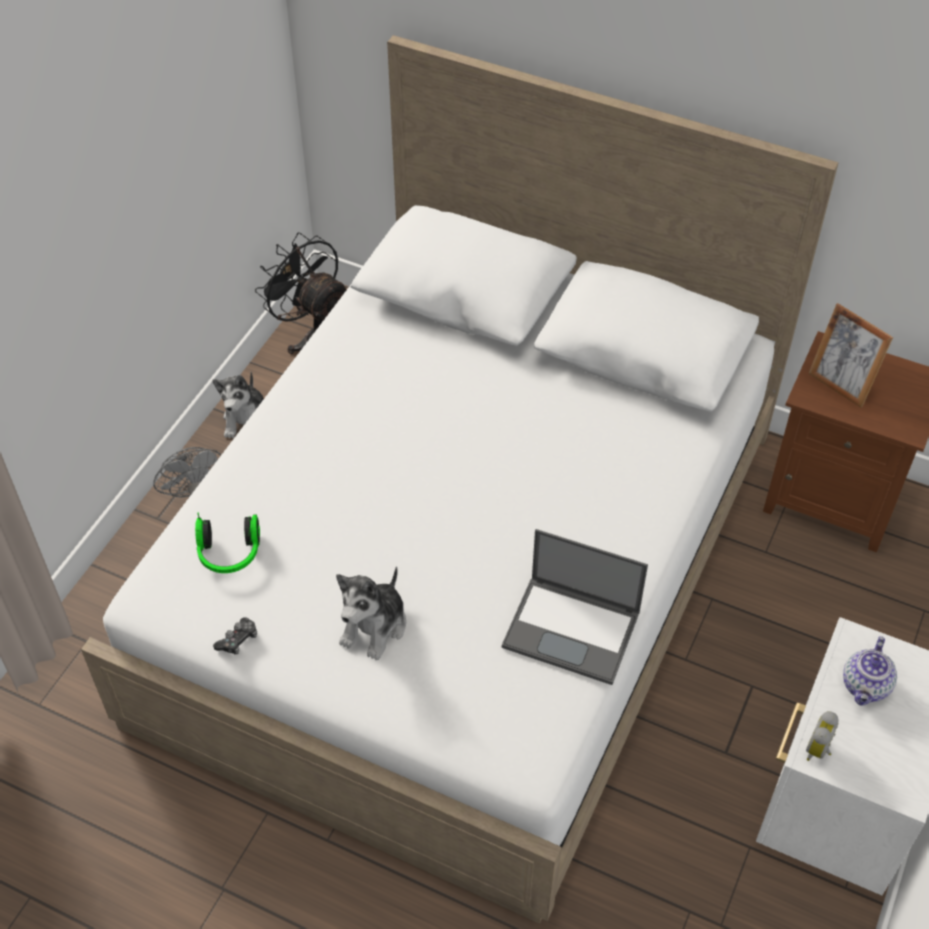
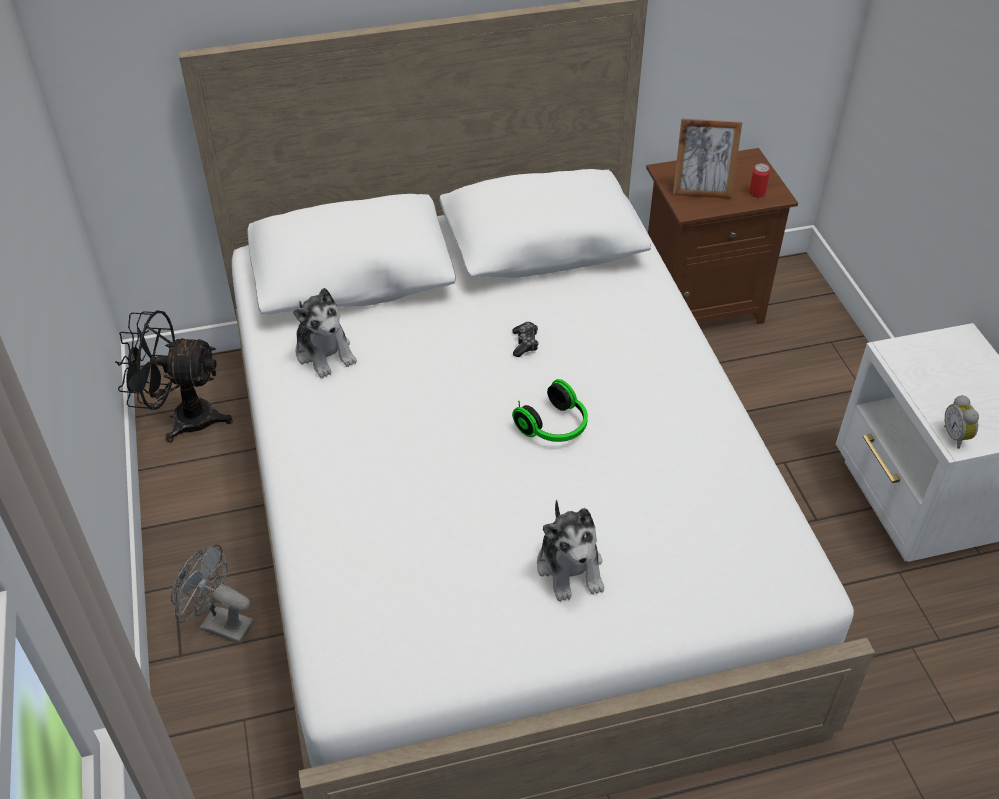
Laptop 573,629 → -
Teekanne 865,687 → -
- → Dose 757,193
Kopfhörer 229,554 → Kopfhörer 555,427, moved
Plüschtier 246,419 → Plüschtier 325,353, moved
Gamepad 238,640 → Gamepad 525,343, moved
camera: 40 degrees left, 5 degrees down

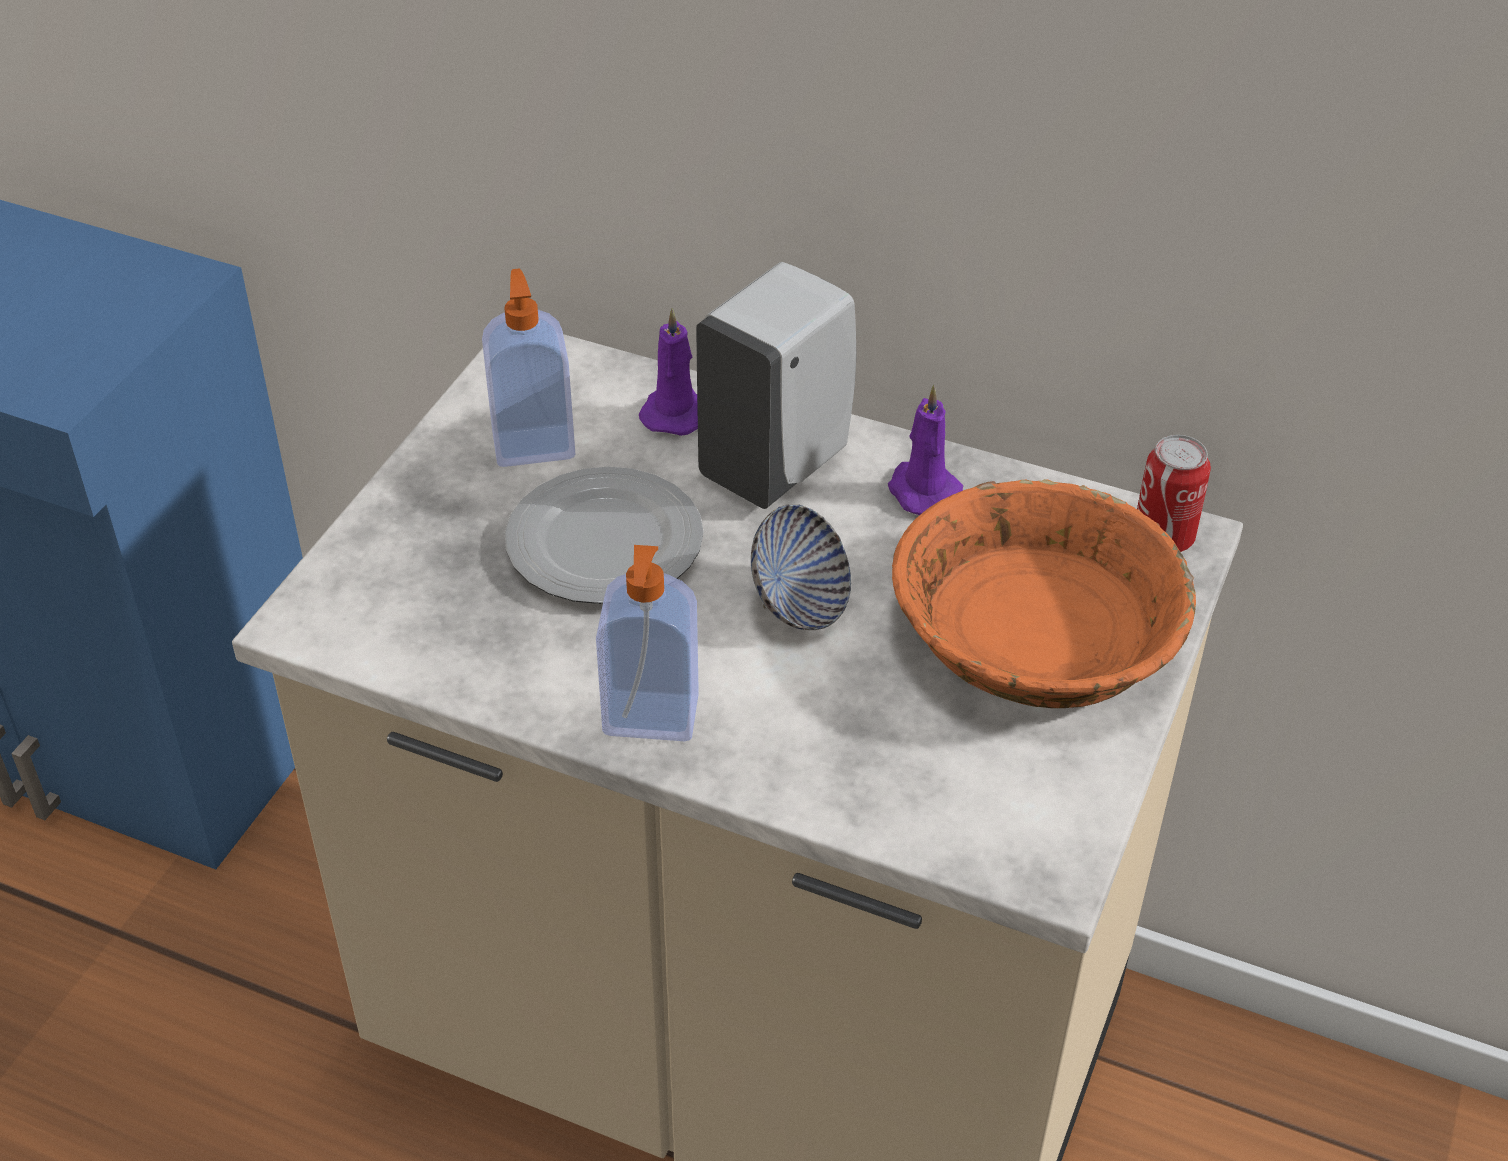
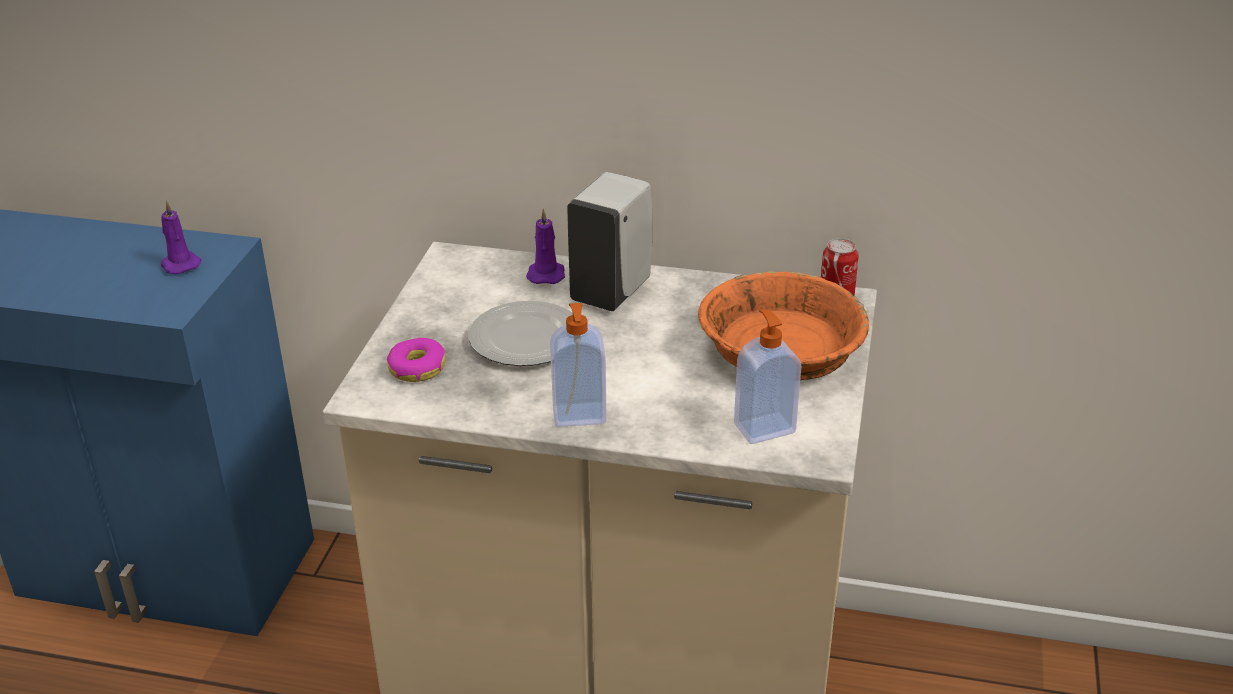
Schüssel 799,603 → -
- → Donut 416,368
Seifenspender 533,444 → Seifenspender 763,427, moved
Kerze/lila 922,490 → Kerze/lila 179,264, moved
camera: 10 degrees left, 10 degrees down

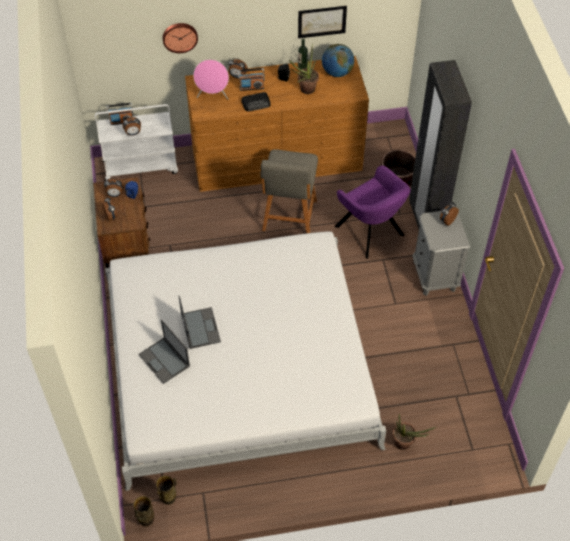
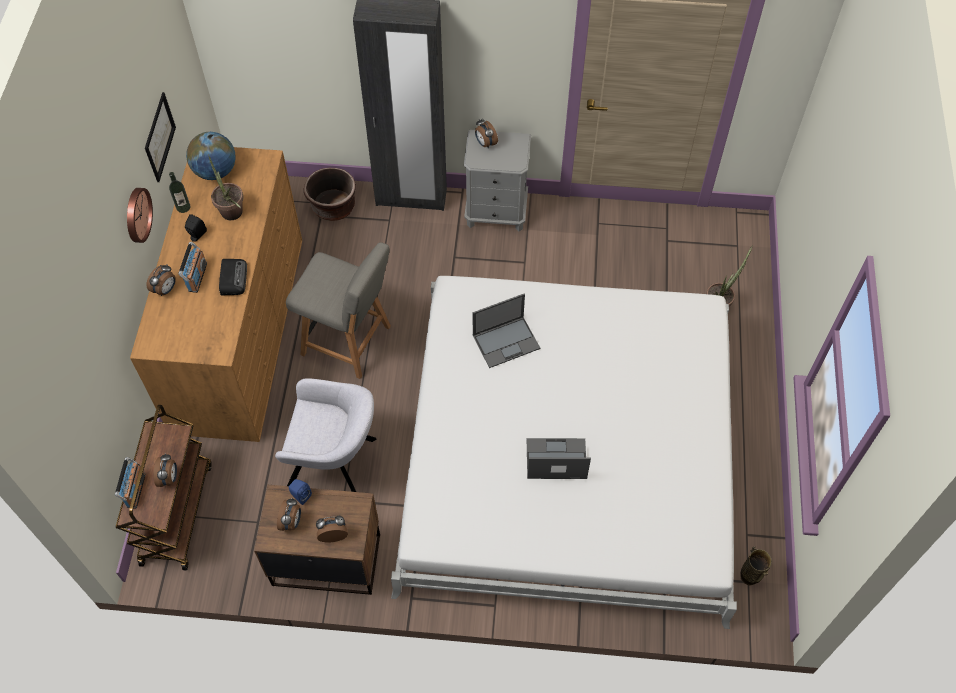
Vase 146,520 → -
Lautsprecher/rosa 213,96 → -
Sessel/lila 371,232 → -
- → Sessel/grau 336,464
Laptop 164,360 → Laptop 506,341, moved
Wanduhr 180,36 → Wanduhr 136,215, moved
Rollwagen/weiß 141,166 → Rollwagen/braun 176,512
camera: 75 degrees left, 5 degrees up

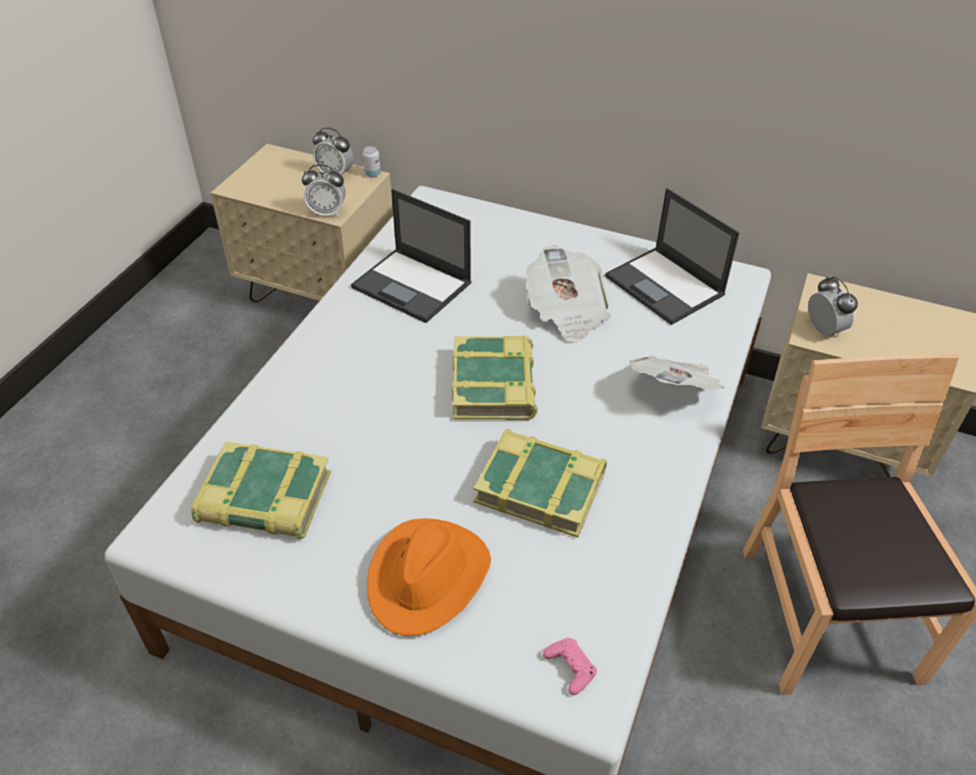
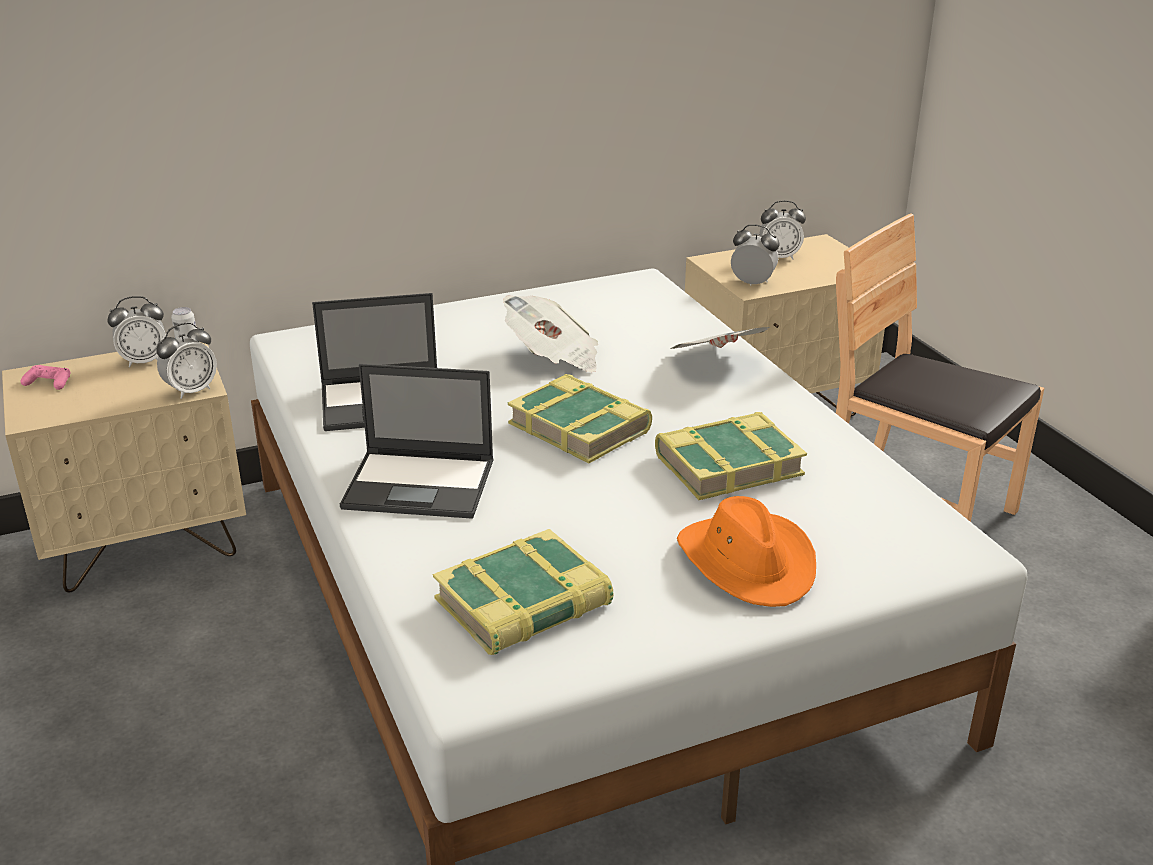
- → Wecker 779,257
Gamepad/rosa 570,668 → Gamepad/rosa 48,382, moved
Laptop 665,286 → Laptop 421,484, moved
camera: 45 degrees left, 15 degrees down

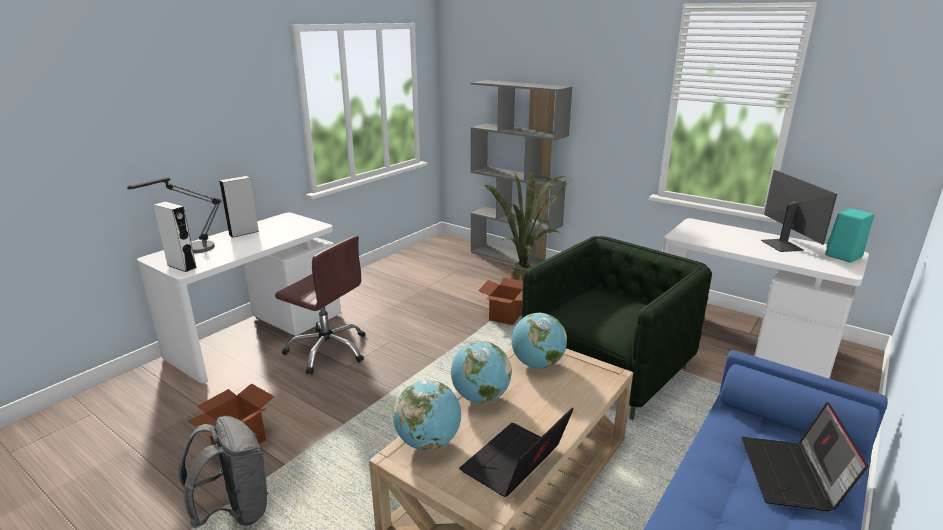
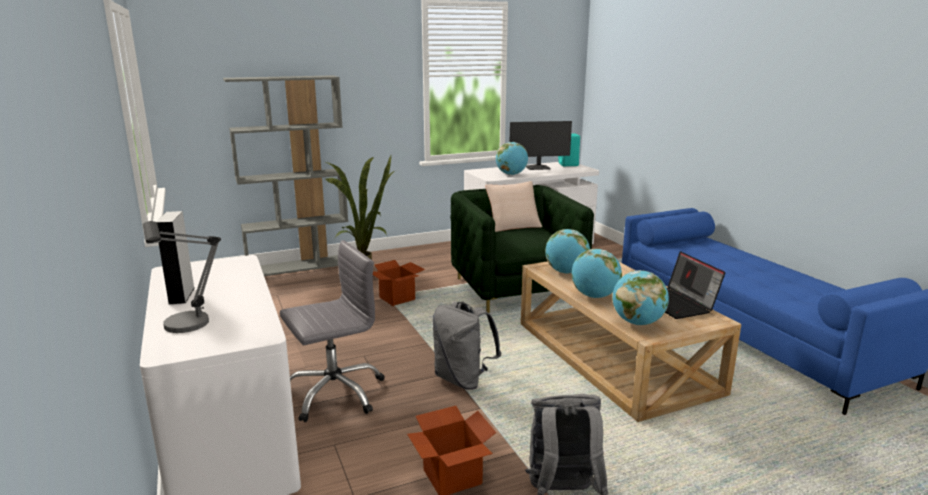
Lautsprecher/weiß 182,266 → -
Laptop 793,476 → -
- → Rucksack/grau 463,380
- → Kissen/beige 513,225
- → Globus 511,174
Bürostuhl/braun 328,350 → Bürostuhl/grau 334,393
Monitor 782,245 → Monitor 538,168, 150 degrees clockwise
camera: 60 degrees left, 5 degrees down

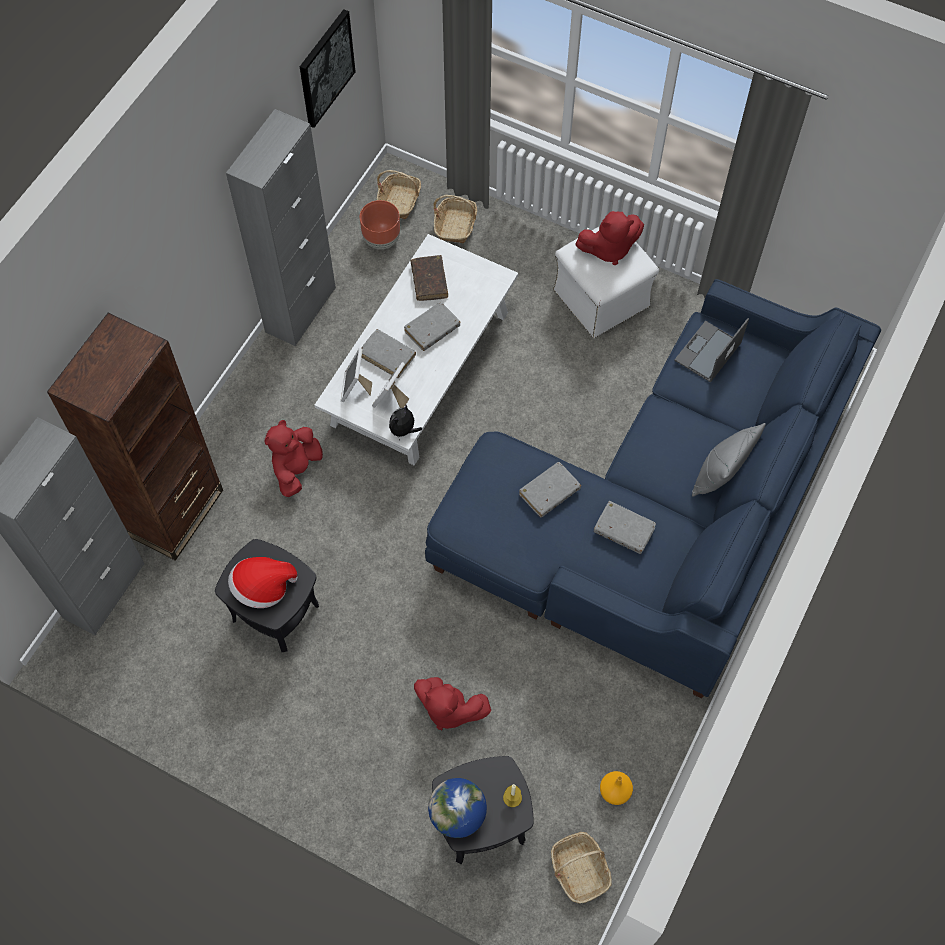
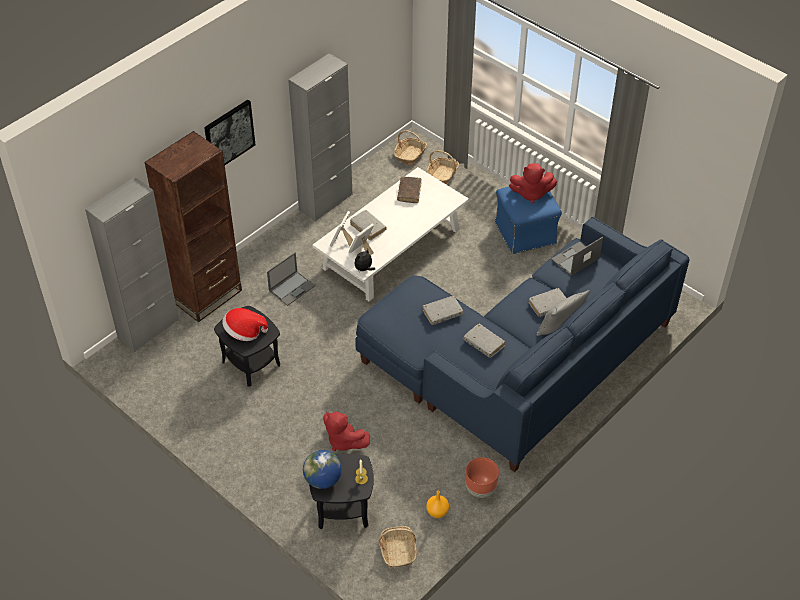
Bild 325,68 → Bild 229,135, moved
Pflanzkübel/braun 381,240 → Pflanzkübel/braun 480,490, moved
Buch/grau 432,329 → Buch/grau 548,305, moved
Plüschtier/rot 296,469 → Laptop 292,288
Polsterhocker/weiß 602,299 → Polsterhocker/blau 525,233
camera: 15 degrees right, 15 degrees down

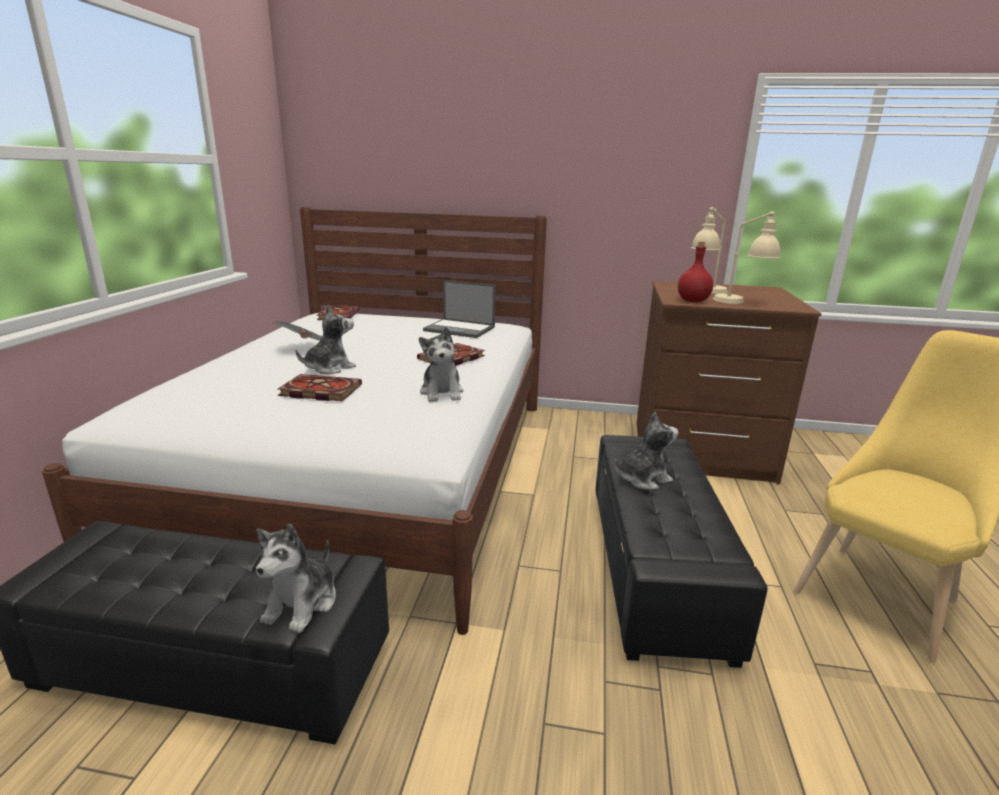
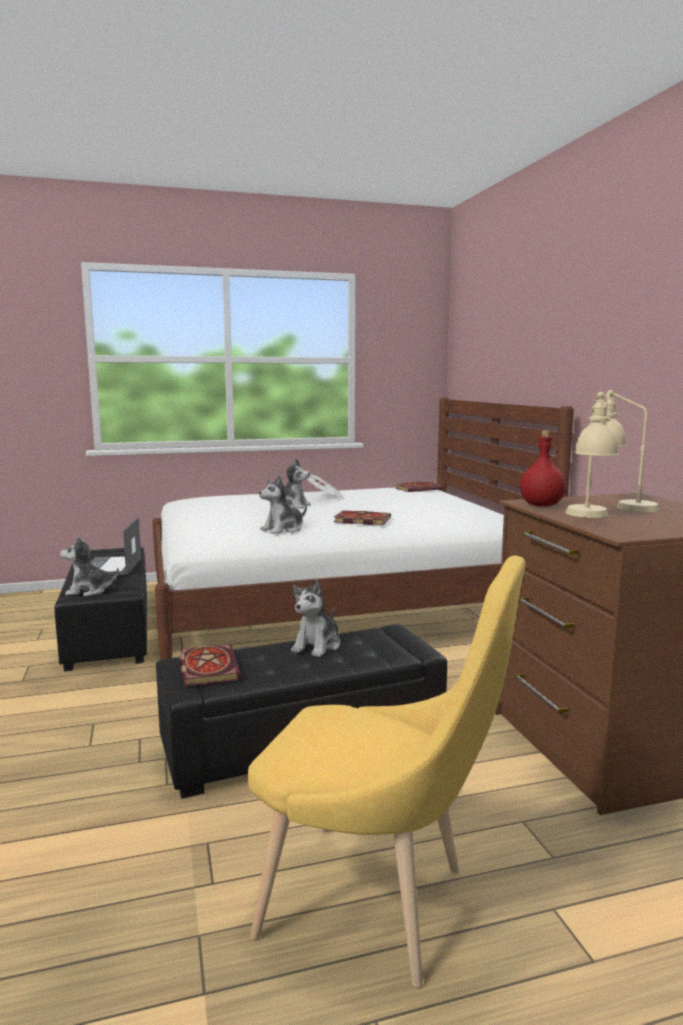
Buch 318,391 → Buch 207,667, moved
Laptop 460,329 → Laptop 111,567, moved
Plüschtier 643,479 → Plüschtier 317,646, 75 degrees clockwise
camera: 65 degrees right, 10 degrees down

